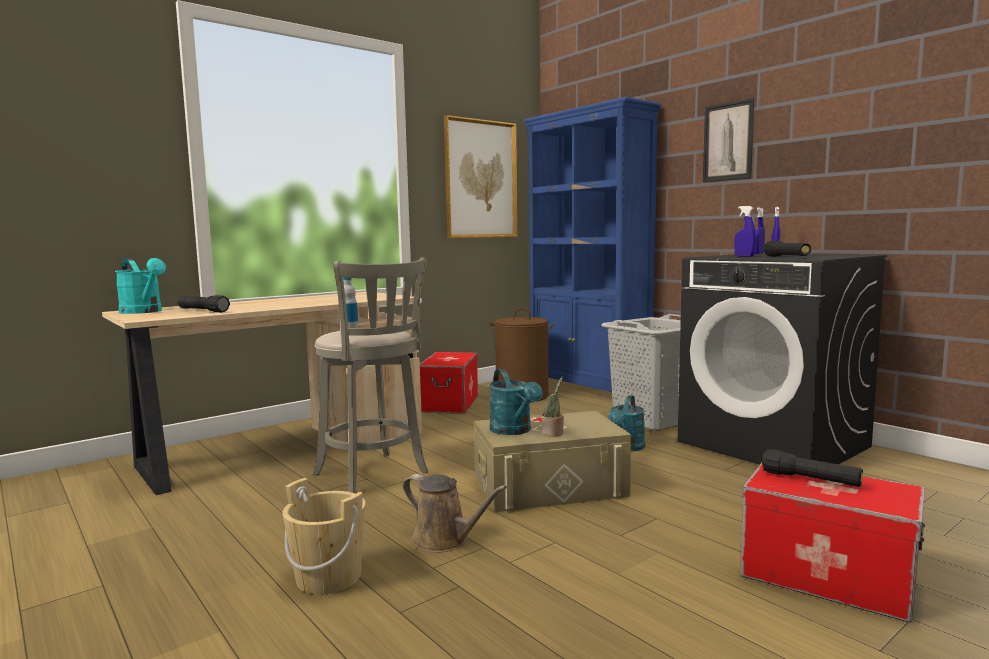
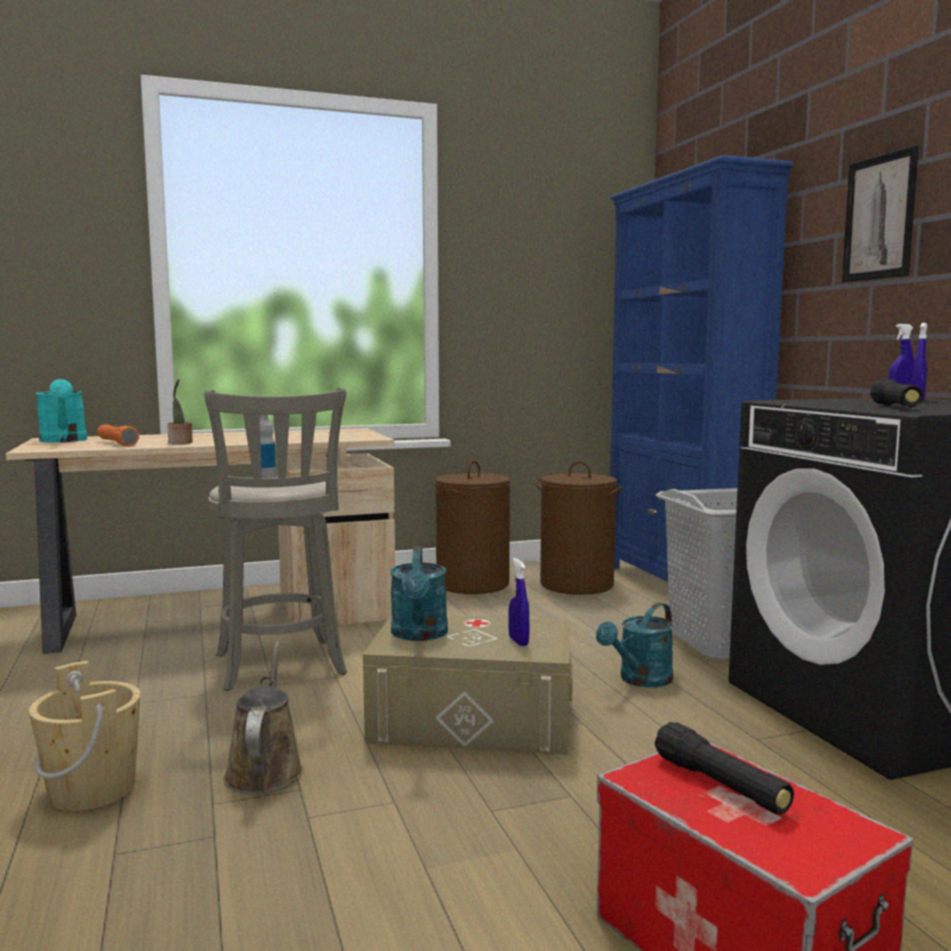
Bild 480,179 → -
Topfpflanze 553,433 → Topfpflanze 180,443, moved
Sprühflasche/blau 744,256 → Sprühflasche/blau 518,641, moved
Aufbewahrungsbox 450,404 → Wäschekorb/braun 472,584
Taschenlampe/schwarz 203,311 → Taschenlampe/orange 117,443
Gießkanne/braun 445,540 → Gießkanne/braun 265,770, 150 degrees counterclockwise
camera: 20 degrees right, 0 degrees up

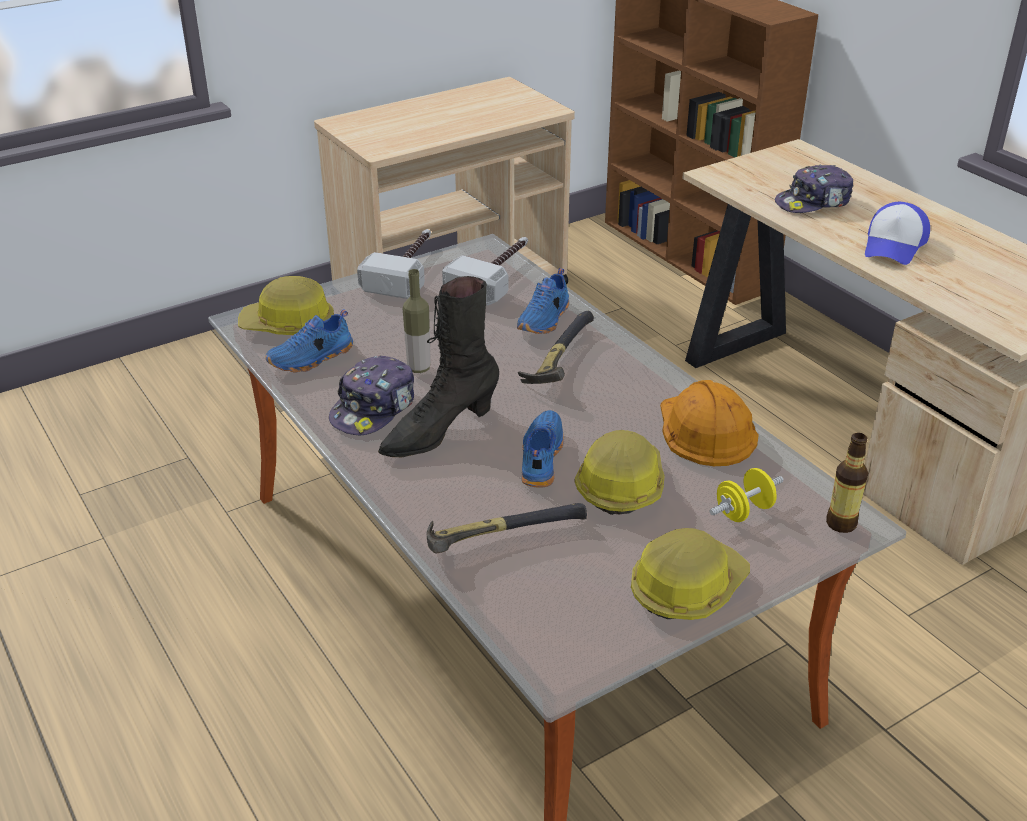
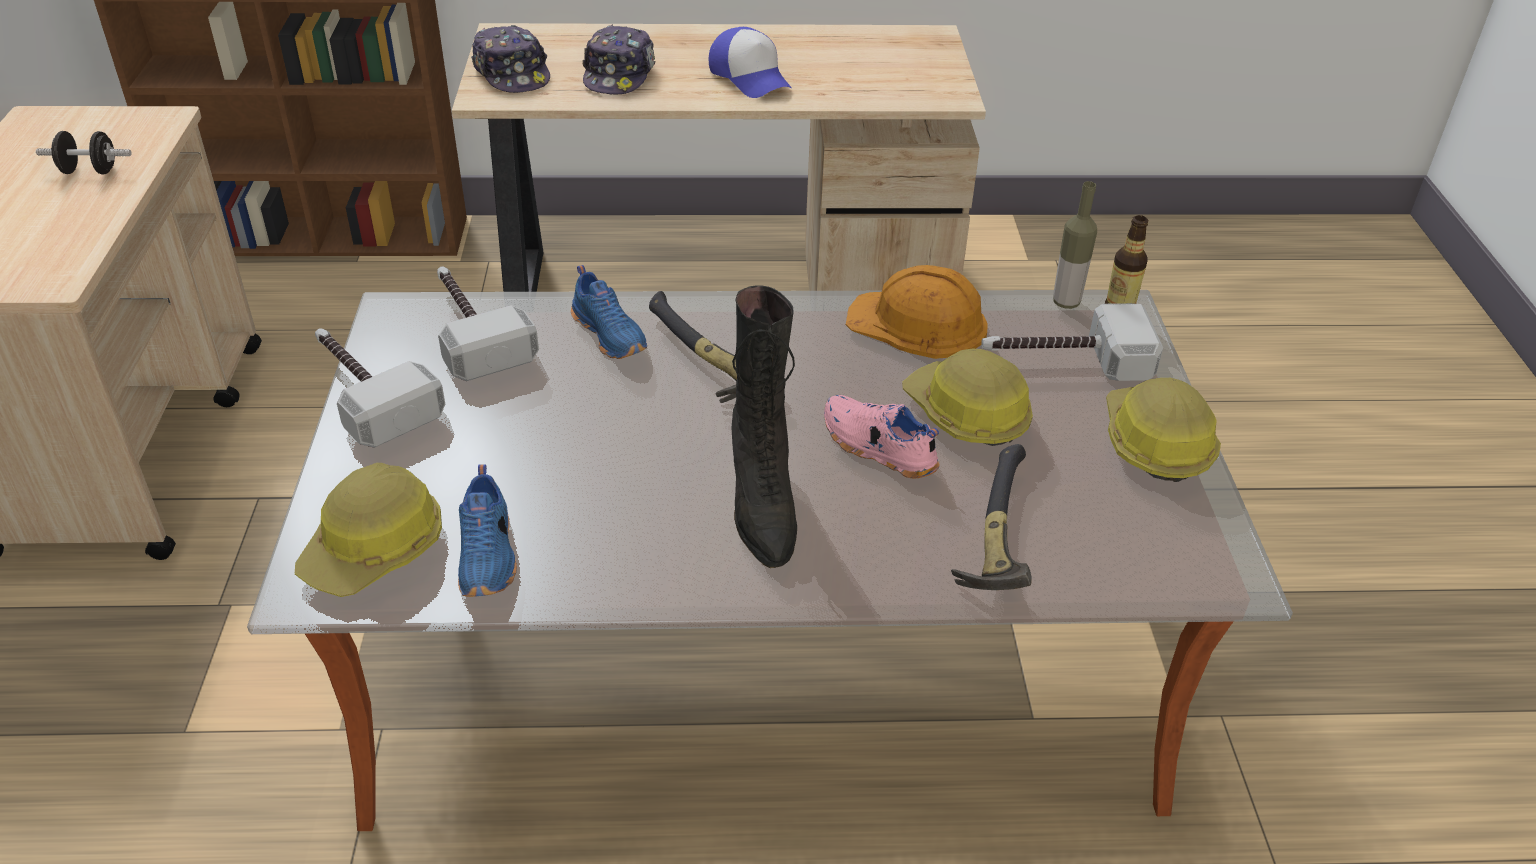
- → Hantel/schwarz 90,171
Kappe 374,408 → Kappe 512,74, moved
Flasche 419,368 → Flasche 1066,302, moved
Hantel/gelb 744,511 → Hammer 1063,359
Schuh/blau 540,458 → Schuh/rosa 877,449
camera: 60 degrees left, 5 degrees up

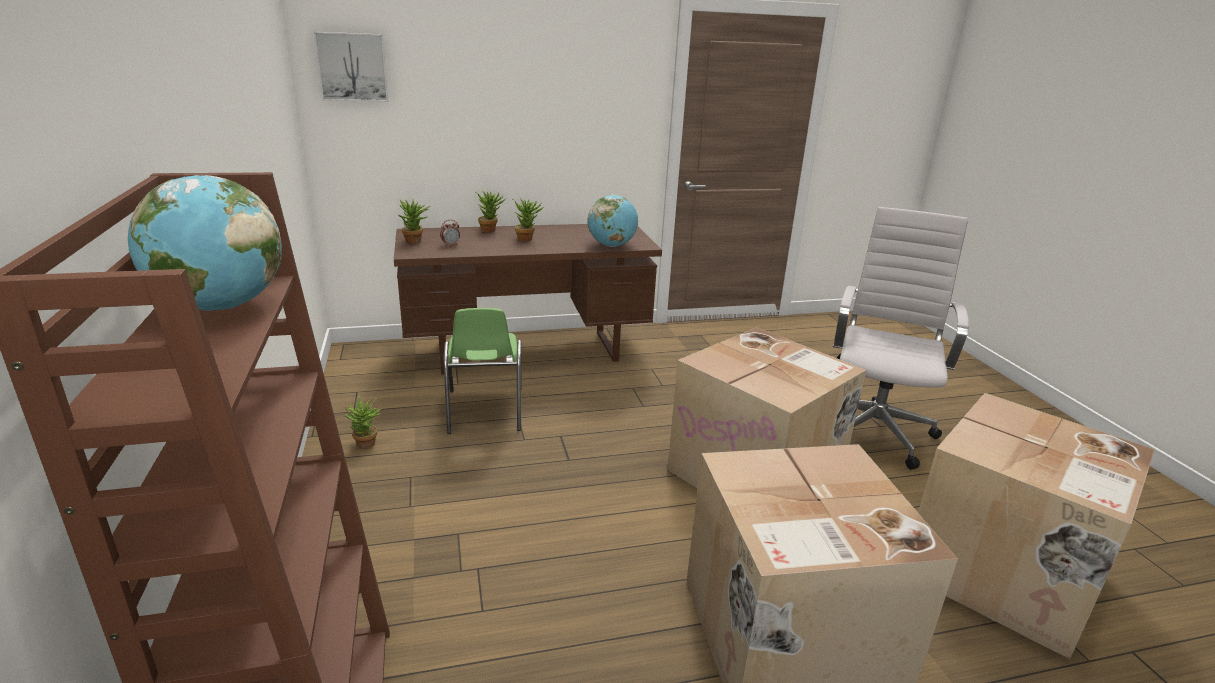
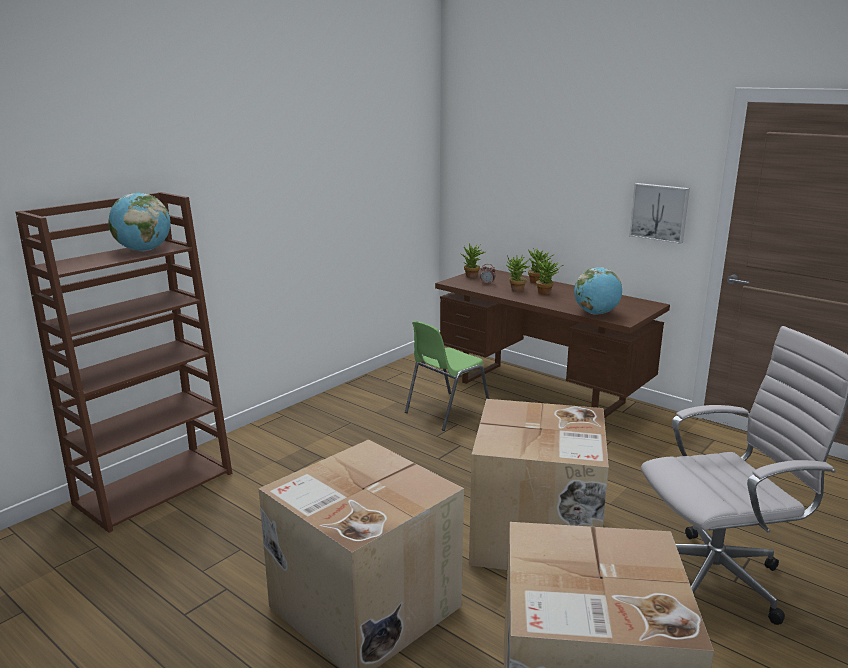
Bild 352,67 → Bild 659,212, moved
Topfpflanze 366,446 → Topfpflanze 516,290, moved
camera: 55 degrees right, 5 degrees down

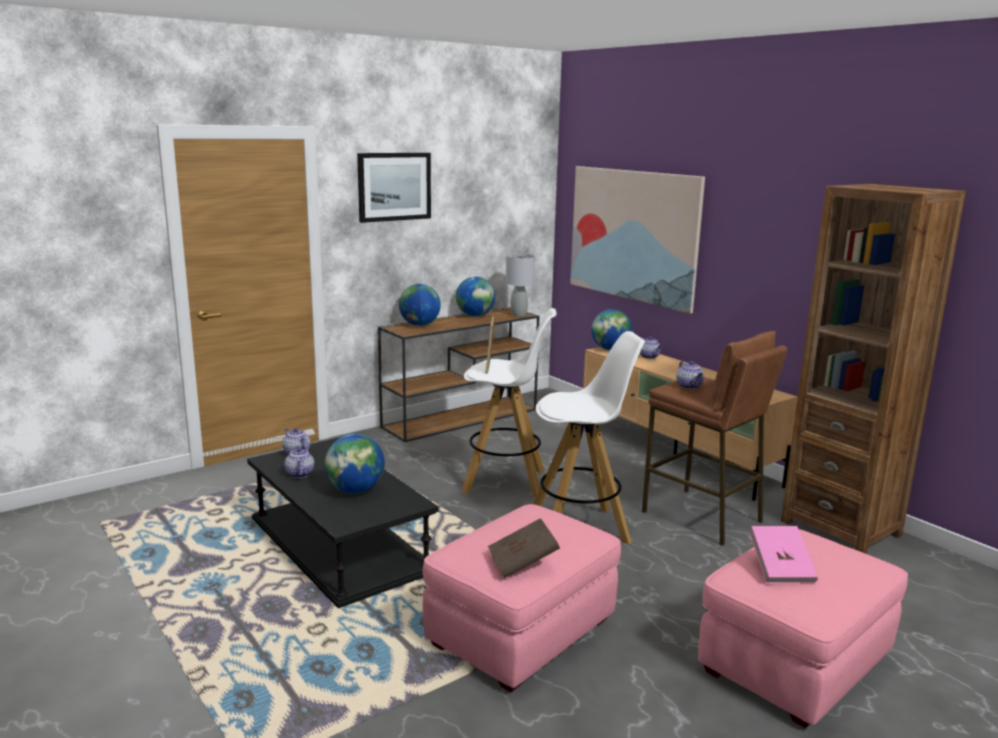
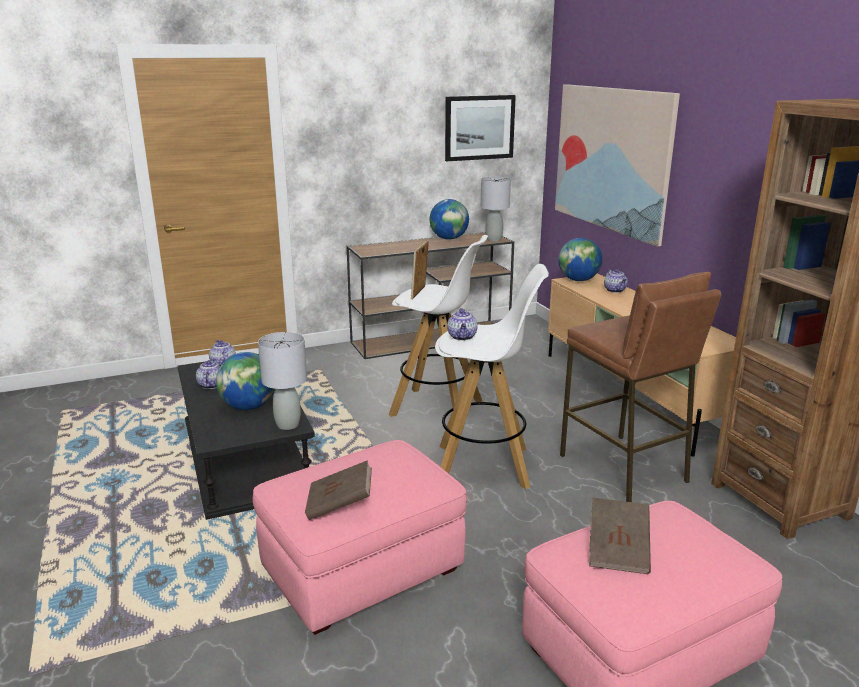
Globus 419,325 → -
- → Tischlampe/grau 288,424
Bild 394,186 → Bild 479,127, moved
Teekanne 689,386 → Teekanne 462,337, moved
Buch/rosa 780,569 → Buch/braun 618,551
camera: 15 degrees right, 5 degrees up

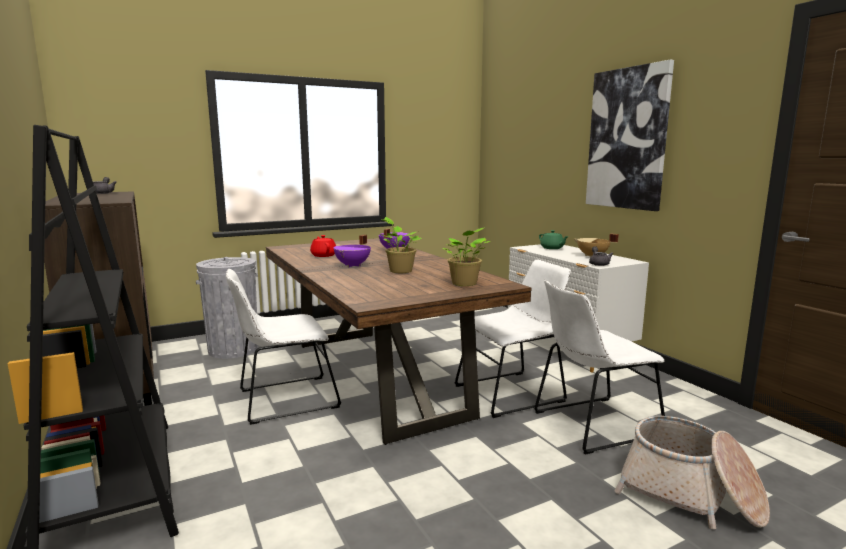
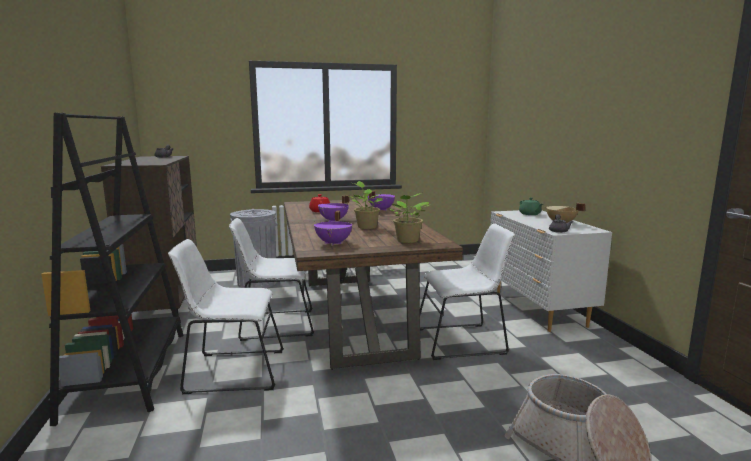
Bild 627,139 → -
- → Kochtopf/lila 334,243
Stuhl/weiß 592,424 → Stuhl/weiß 231,371, moved
camera: 15 degrees right, 0 degrees up

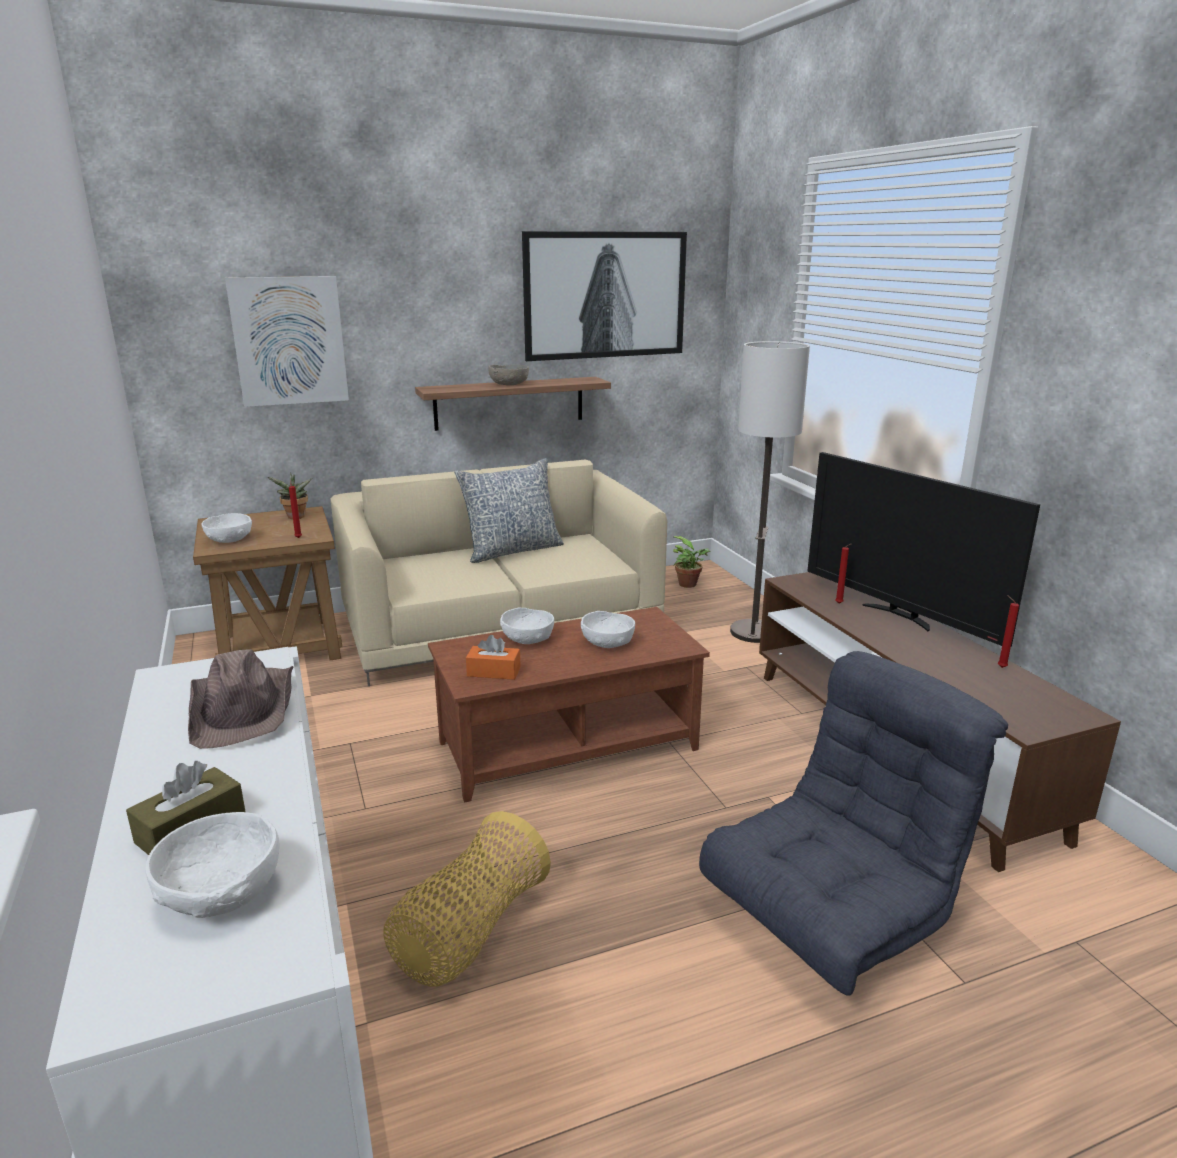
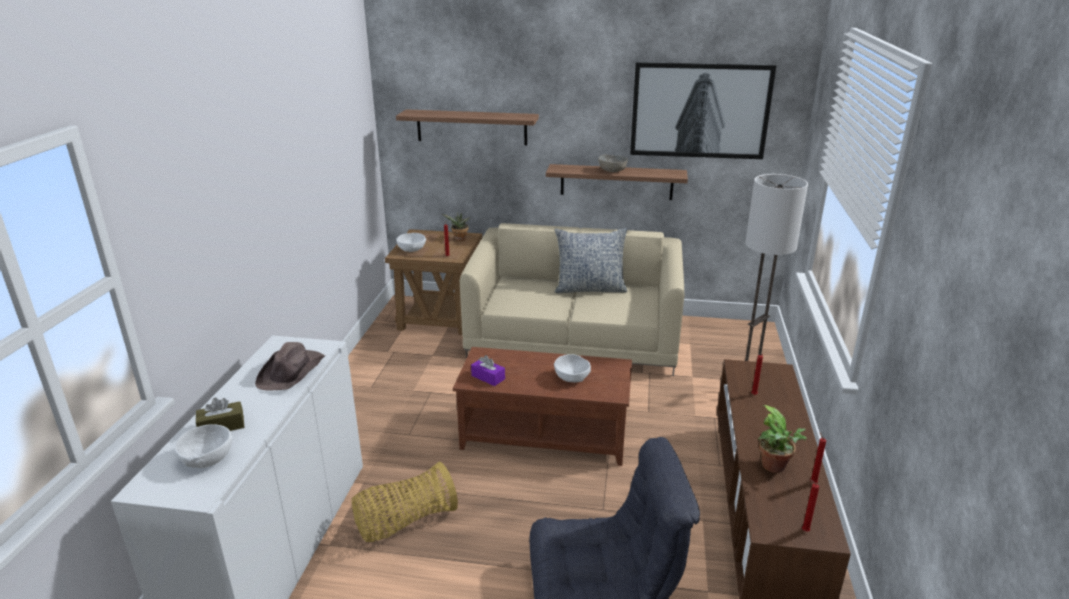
Schüssel/weiß 528,639 → -
Fernseher 900,616 → -
- → Kerze/rot 804,530
Topfpflanze 690,585 → Topfpflanze 775,467, moved
Bild 289,341 → Wandregal 471,127
Taschentuchbox/orange 494,672 → Taschentuchbox/lila 488,377
camera: 30 degrees right, 5 degrees up

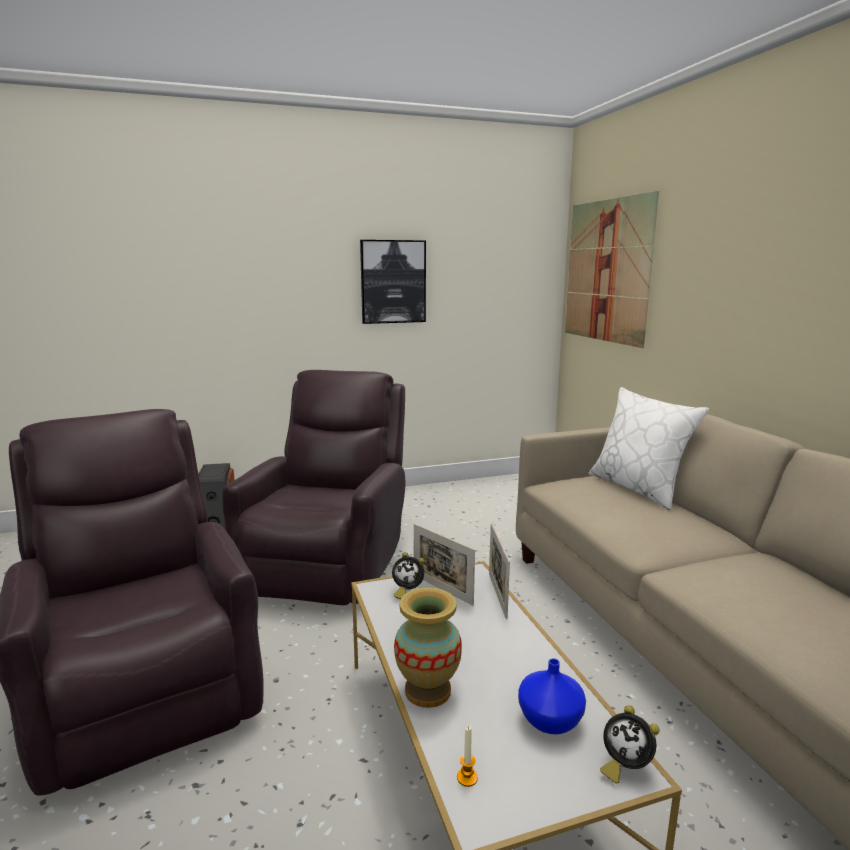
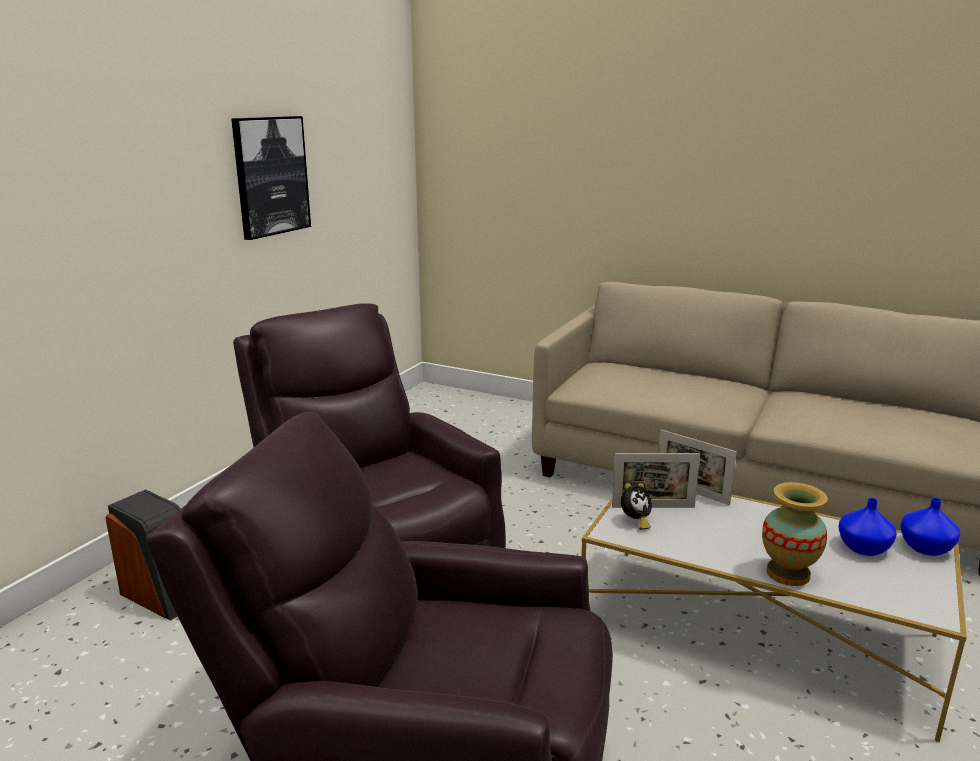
Kerze 467,778 → -
Bild 606,271 → -
Kissen/weiß 638,488 → -
Wecker 624,766 → Vase/blau 927,548
camera: 45 degrees left, 5 degrees up

